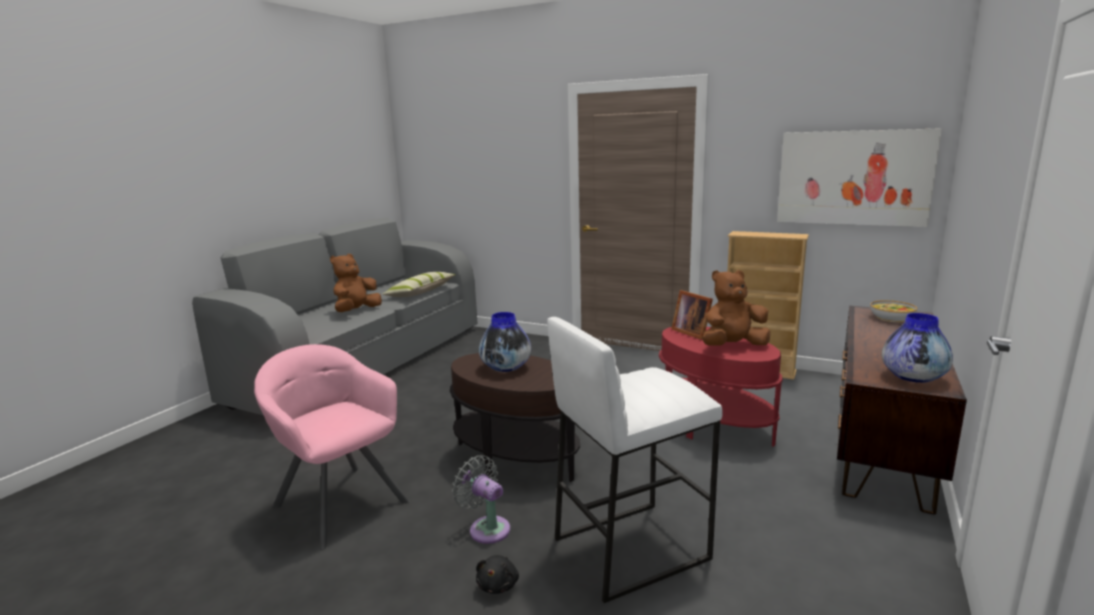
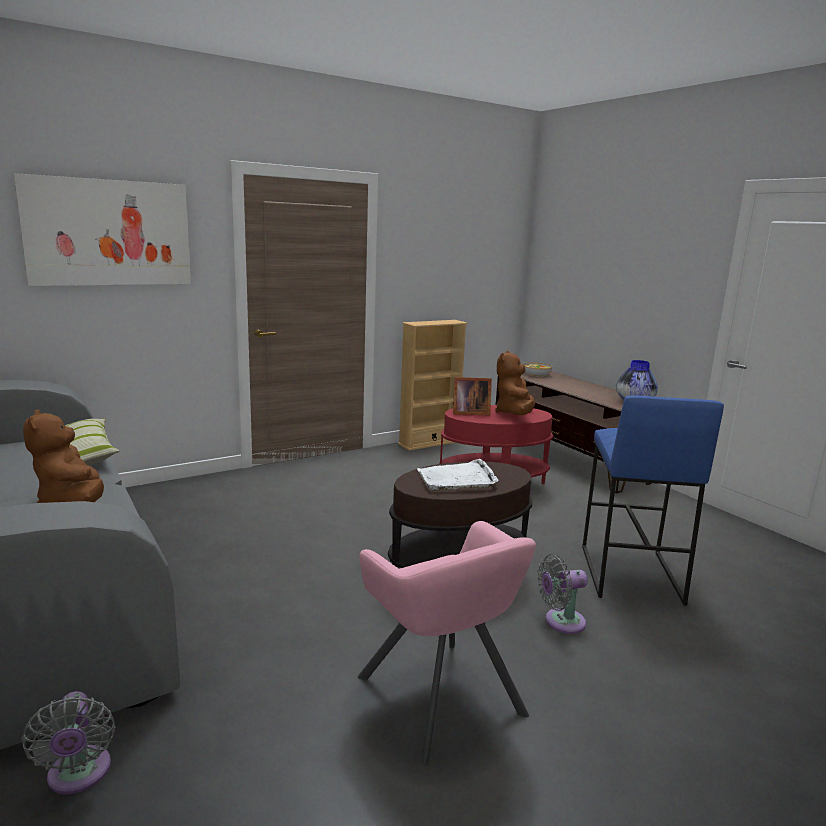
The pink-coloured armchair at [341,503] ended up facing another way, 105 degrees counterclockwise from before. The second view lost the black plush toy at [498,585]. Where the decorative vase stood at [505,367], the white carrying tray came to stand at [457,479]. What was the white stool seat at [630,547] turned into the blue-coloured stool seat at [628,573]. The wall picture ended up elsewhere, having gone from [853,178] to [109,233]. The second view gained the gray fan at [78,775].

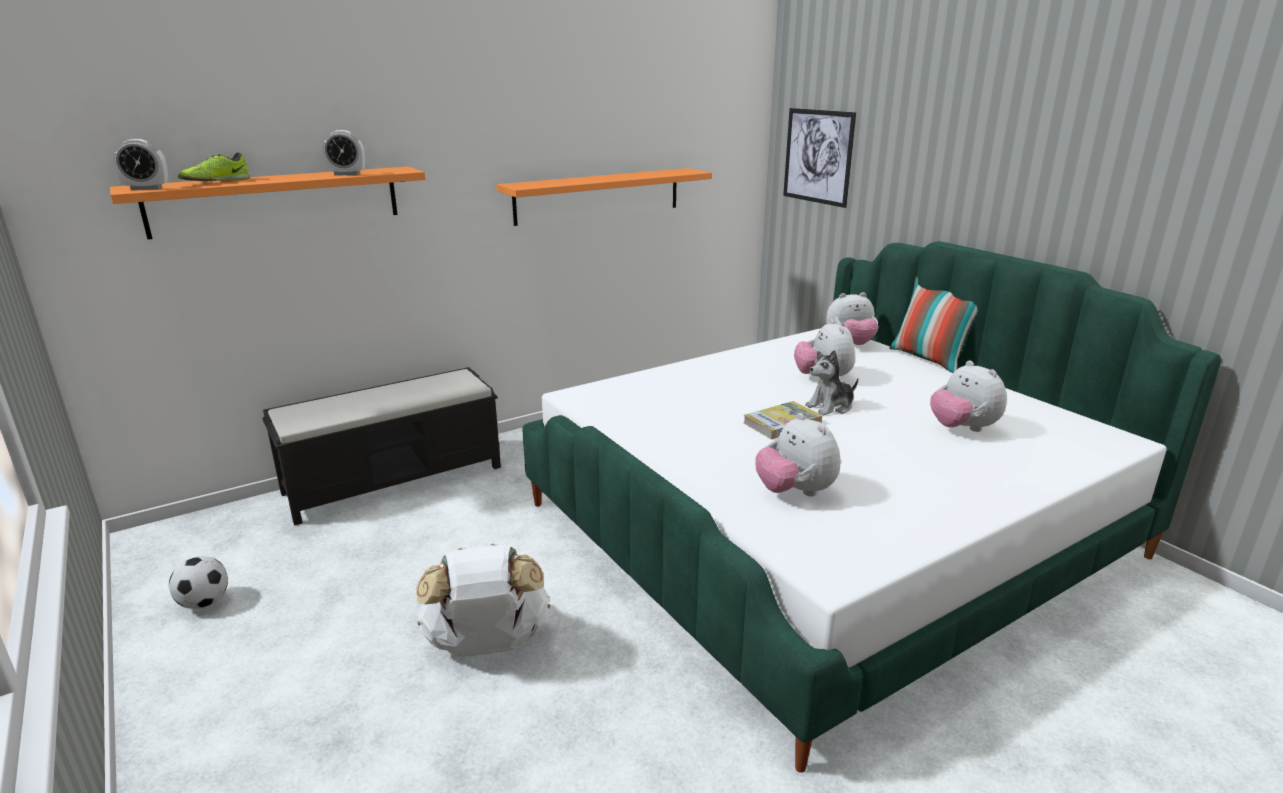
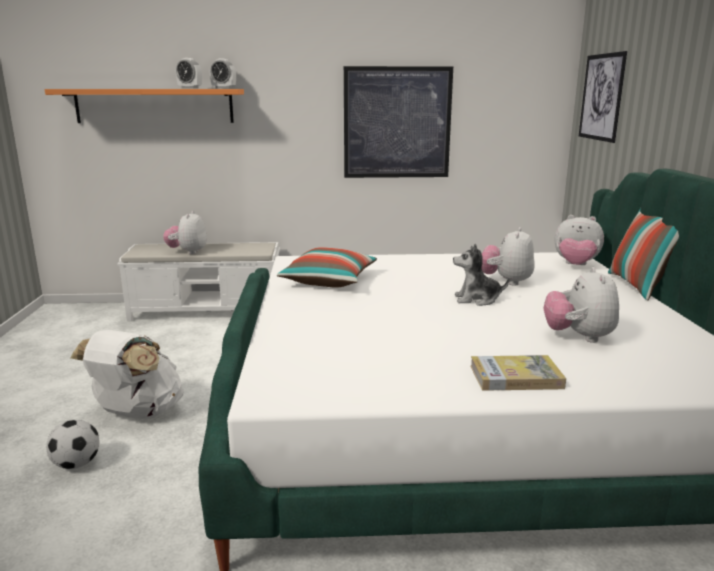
The bedside clock ended up elsewhere, having gone from [146,188] to [223,88]. The football ended up elsewhere, having gone from [204,603] to [76,464]. The second view lost the shoe at [216,182]. What was the black long seat at [395,479] turned into the white long seat at [208,310]. Where the orange-coloured wall shelf hung at [598,195], the wall picture came to hang at [397,123]. The book ended up elsewhere, having gone from [782,423] to [515,377]. The plush toy ended up elsewhere, having gone from [795,492] to [188,252]. The second view gained the throw pillow at [329,281].

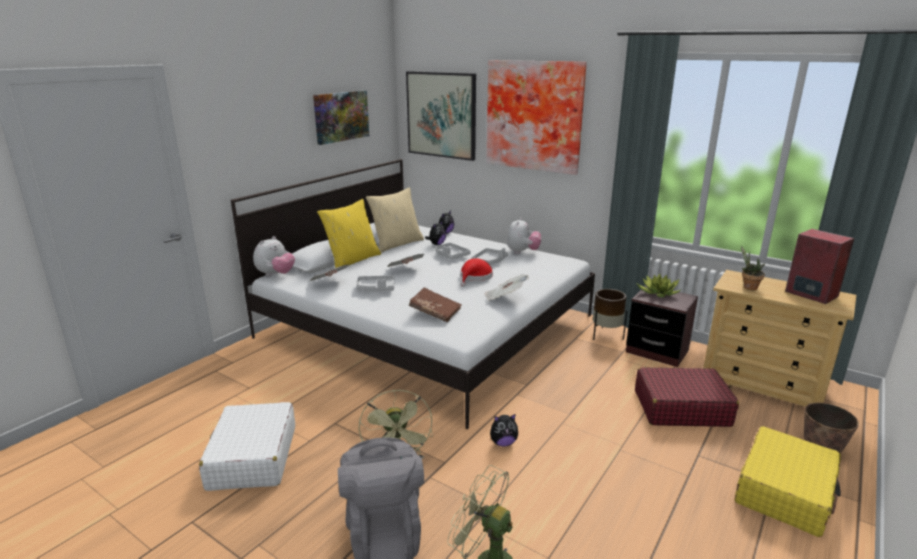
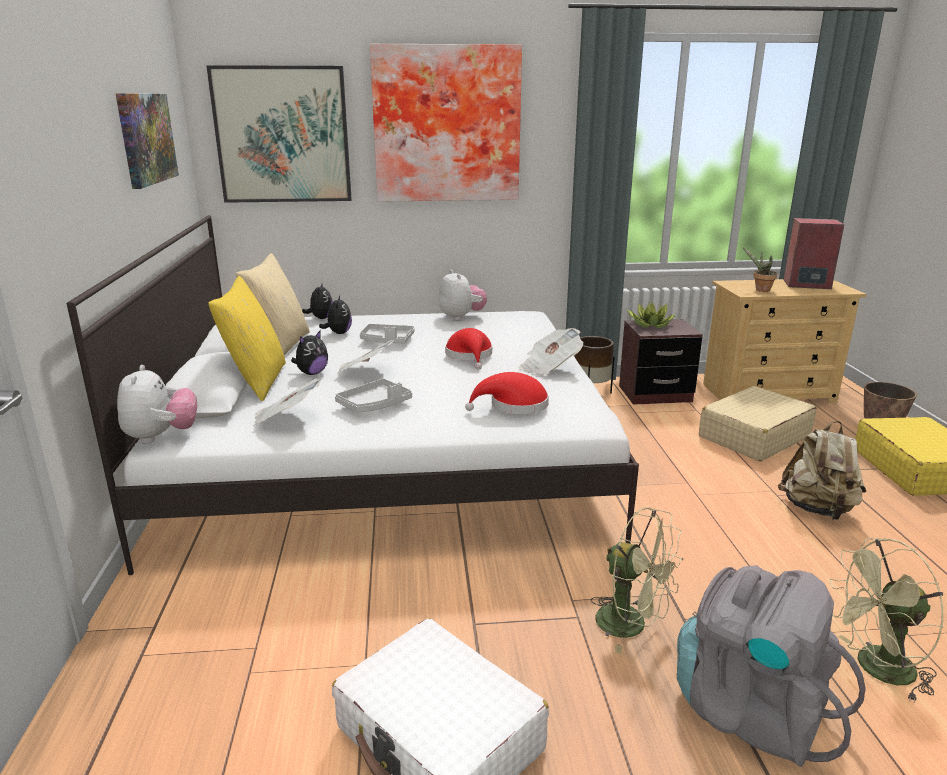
Where the brown-coloured book stood at [435,312], the red-coloured clothing hat came to stand at [514,405]. The second view lost the gray carrying tray at [489,261]. The plush toy ended up elsewhere, having gone from [503,443] to [312,373]. What was the red-coloured suitcase at [681,408] turned into the beige-coloured suitcase at [753,436]. The second view gained the beige-coloured rucksack at [817,509].

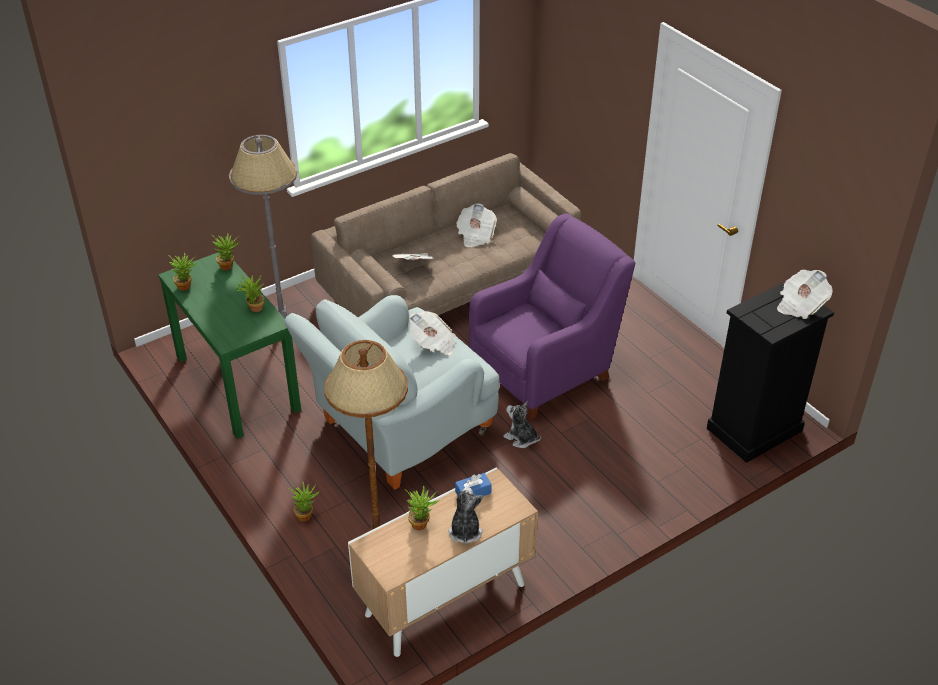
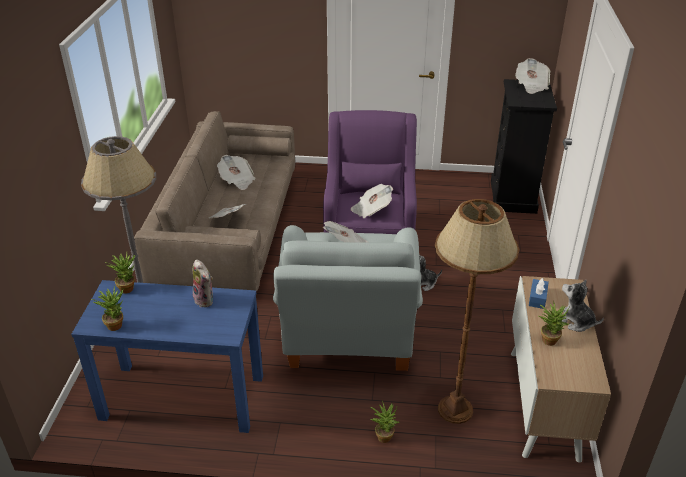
What was the greenish console table at [237,383] turned into the blue-coloured console table at [182,397]. Where the houseplant stood at [254,309], the plush toy came to stand at [205,300]. The second view gained the printed paper at [371,210].

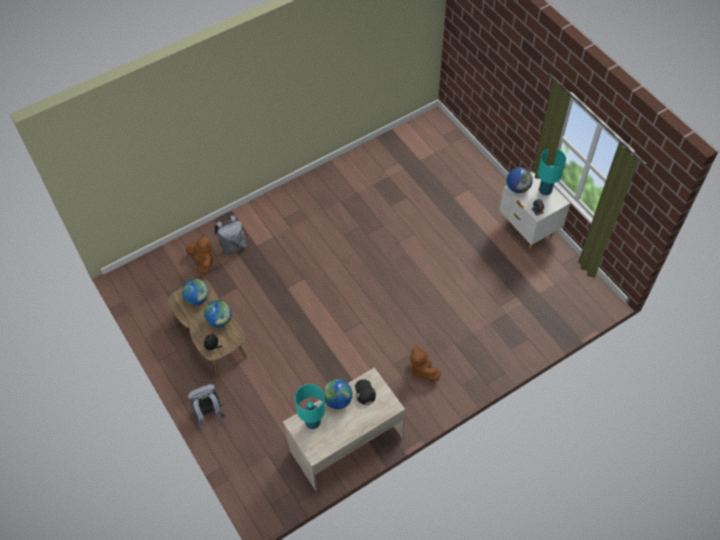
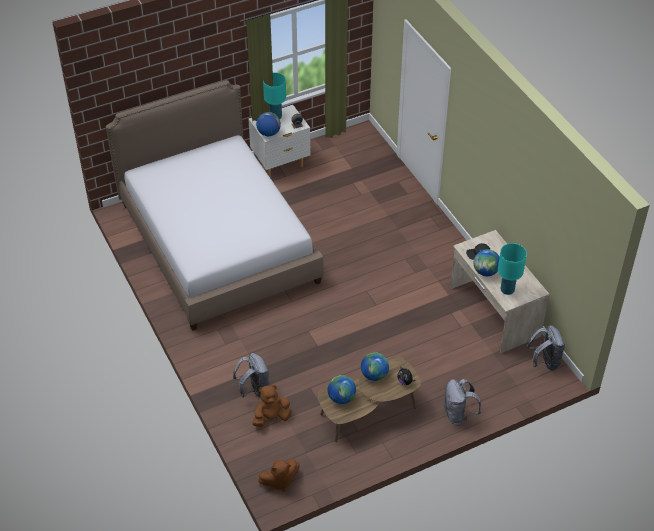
The brown-coloured plush toy ended up elsewhere, having gone from [422,369] to [279,481]. The second view gained the sleeping bed at [218,242]. The second view gained the gray rucksack at [544,362].

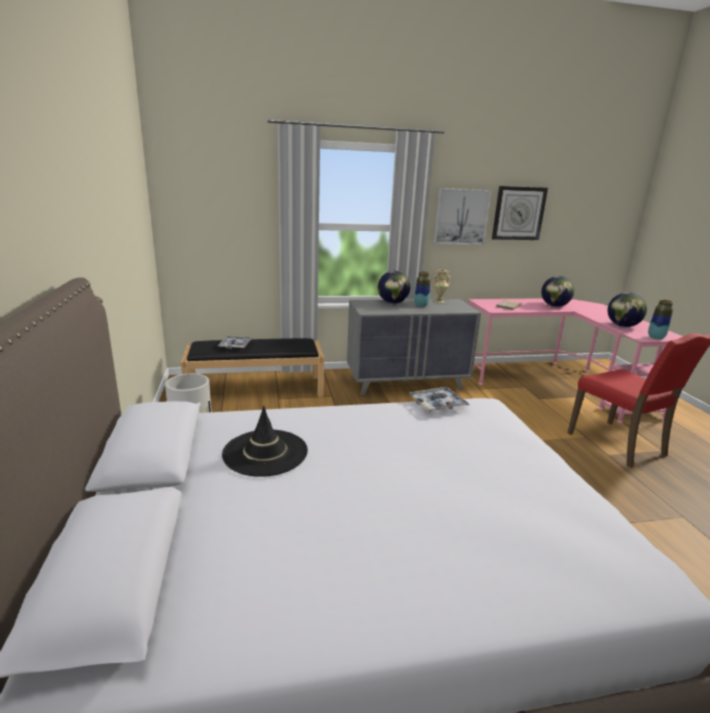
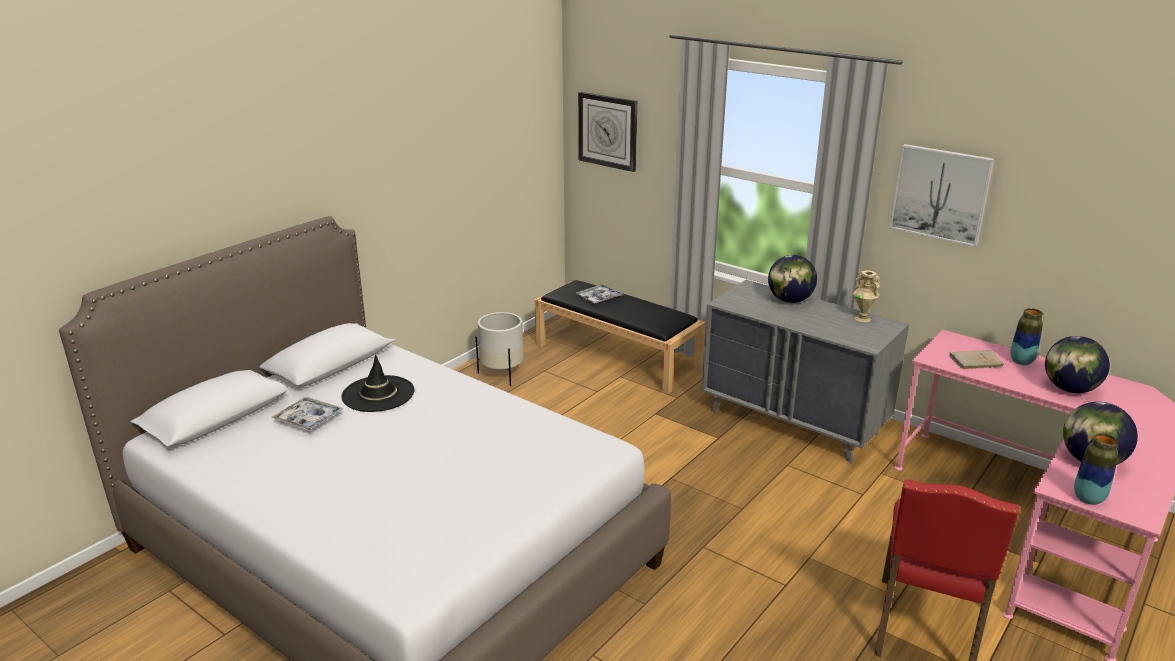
The carrying tray ended up elsewhere, having gone from [437,404] to [308,419]. The decorative vase ended up elsewhere, having gone from [421,306] to [1021,361]. The clock on the wall ended up elsewhere, having gone from [518,213] to [608,131].

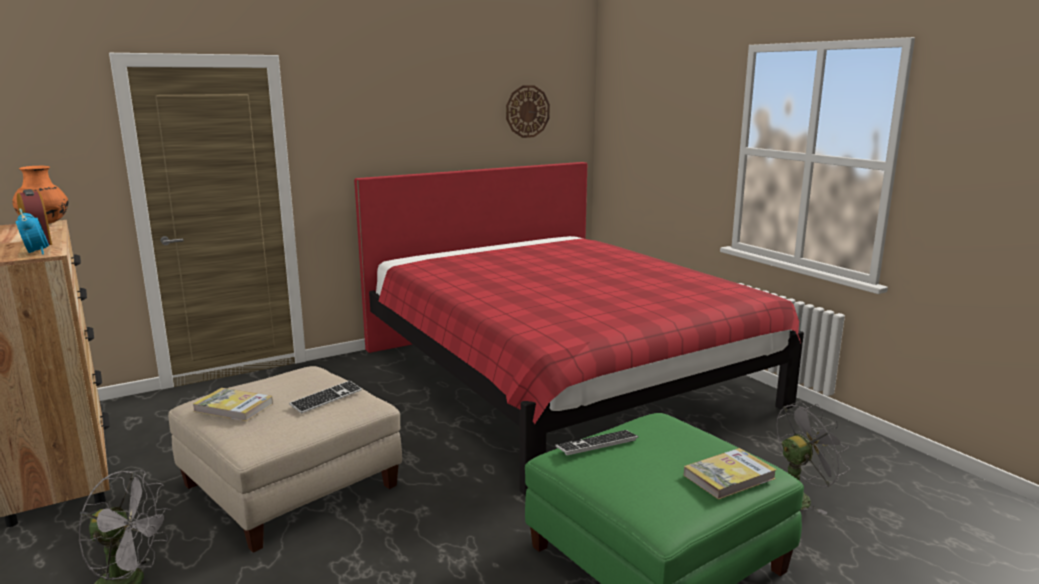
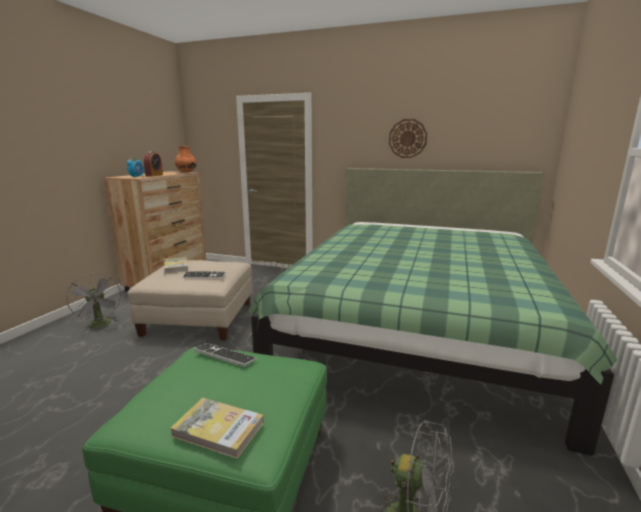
What was the red-coloured sleeping bed at [560,377] turned into the greenish sleeping bed at [417,329]. The clock on the wall ended up elsewhere, having gone from [527,111] to [407,138].

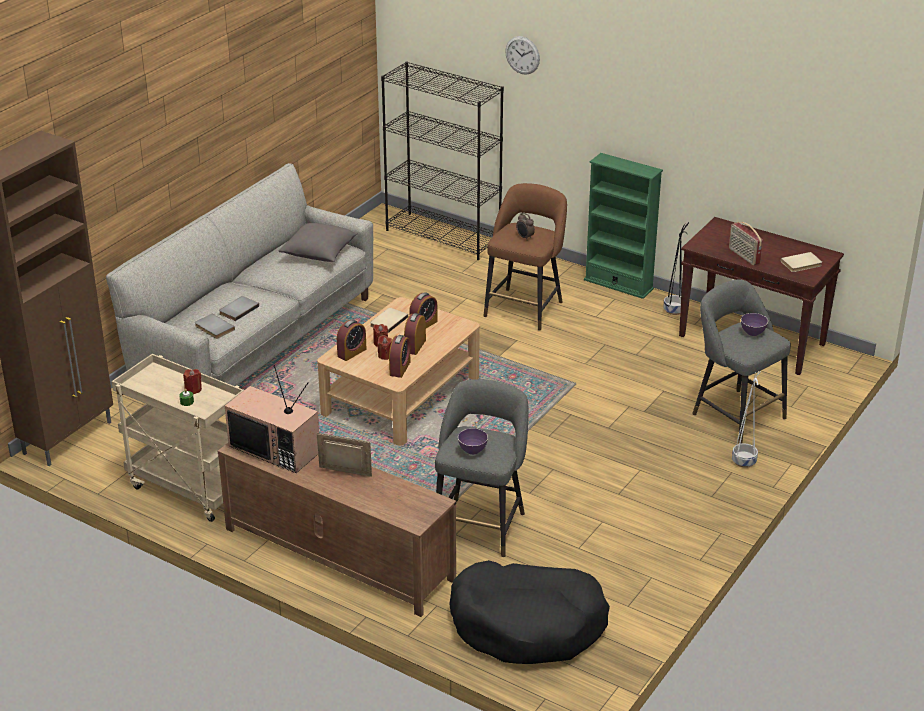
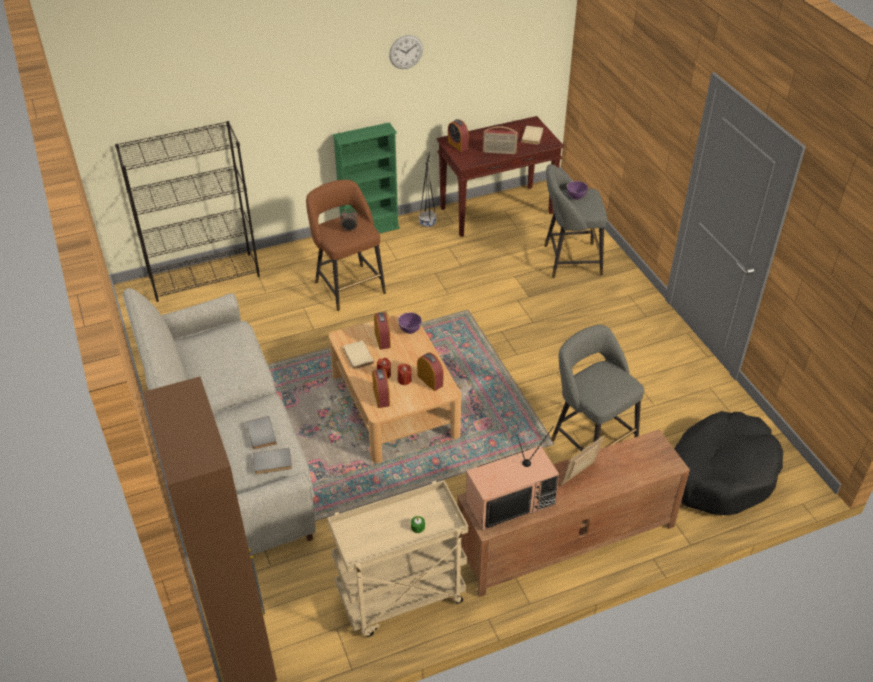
The second view lost the red-coloured wax candle at [193,389]. The second view lost the gray throw pillow at [319,254]. The bedside clock ended up elsewhere, having gone from [415,346] to [458,145]. The purple deep dish ended up elsewhere, having gone from [472,450] to [410,330]. The clock on the wall ended up elsewhere, having gone from [522,55] to [406,52]. The second view lost the white planter at [744,461].

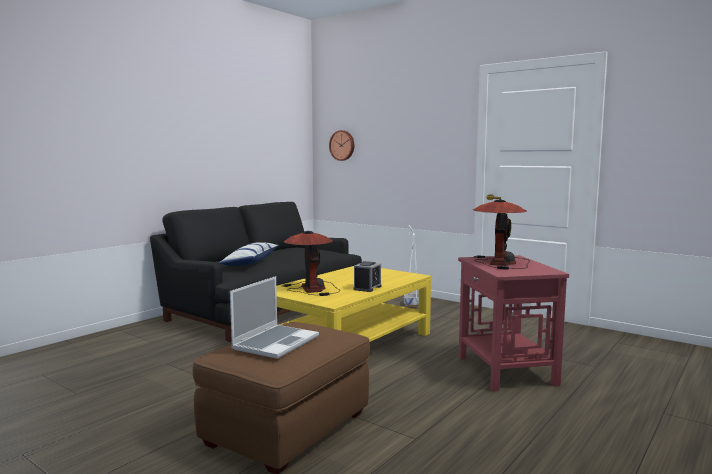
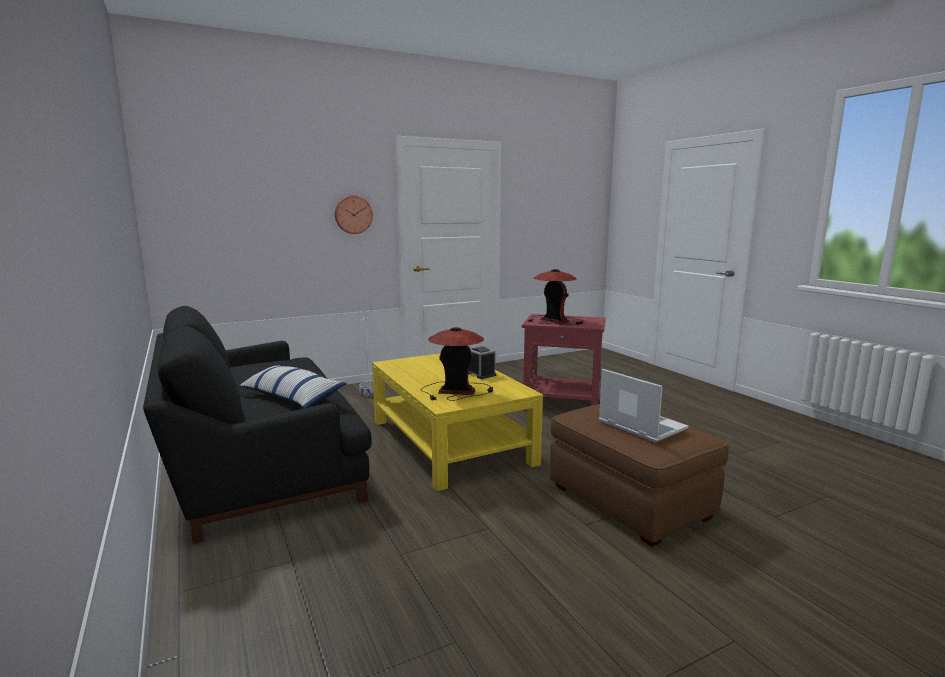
The clock on the wall ended up elsewhere, having gone from [342,145] to [353,214].

